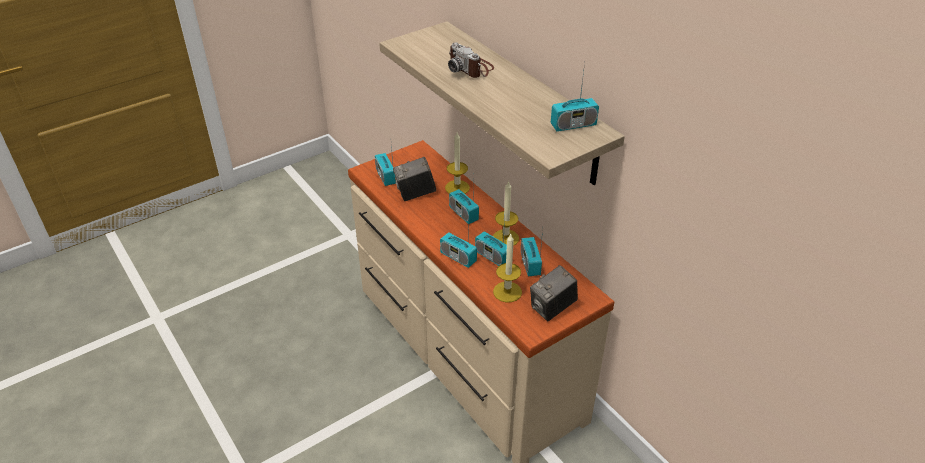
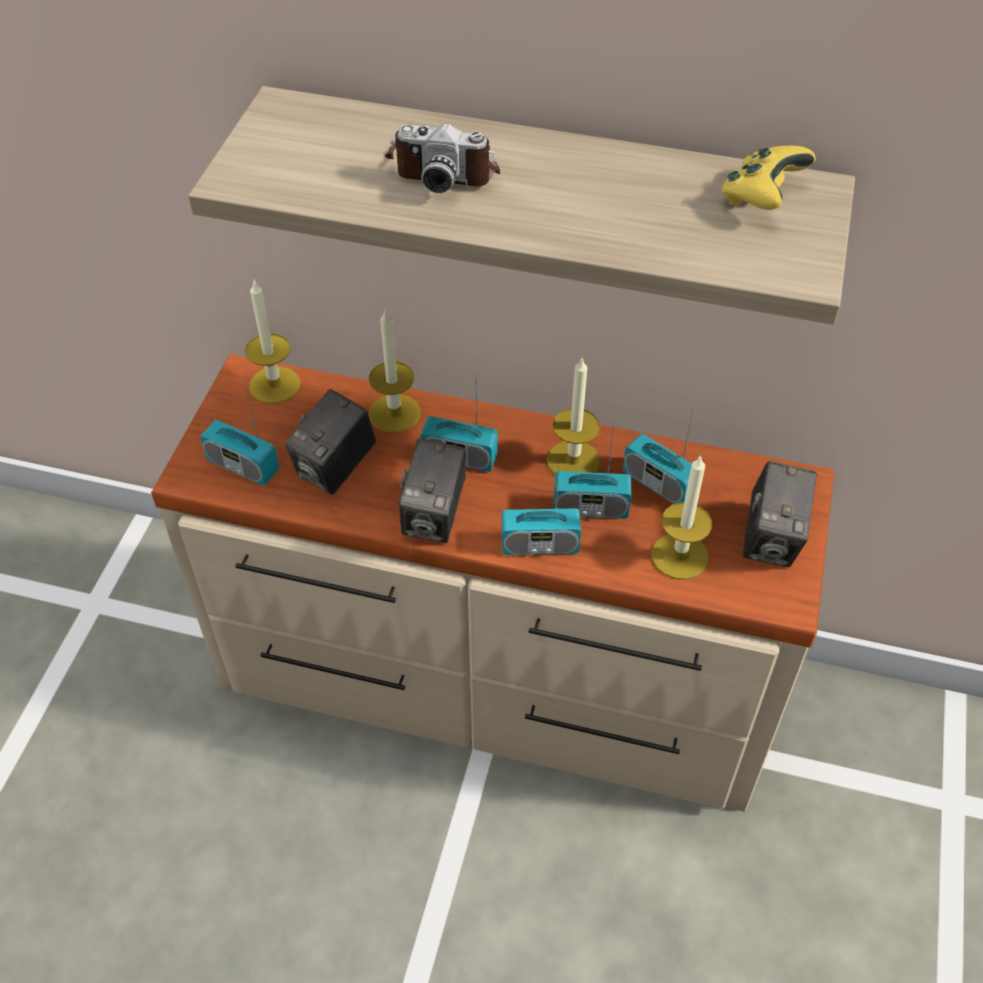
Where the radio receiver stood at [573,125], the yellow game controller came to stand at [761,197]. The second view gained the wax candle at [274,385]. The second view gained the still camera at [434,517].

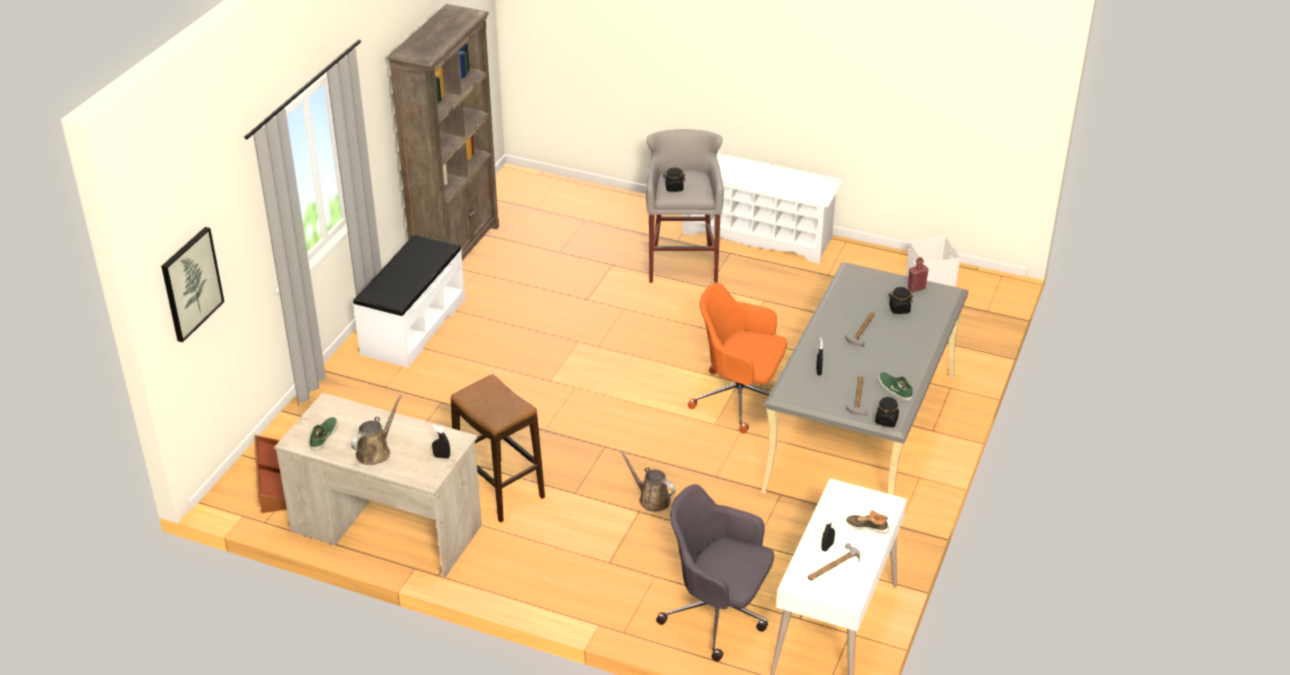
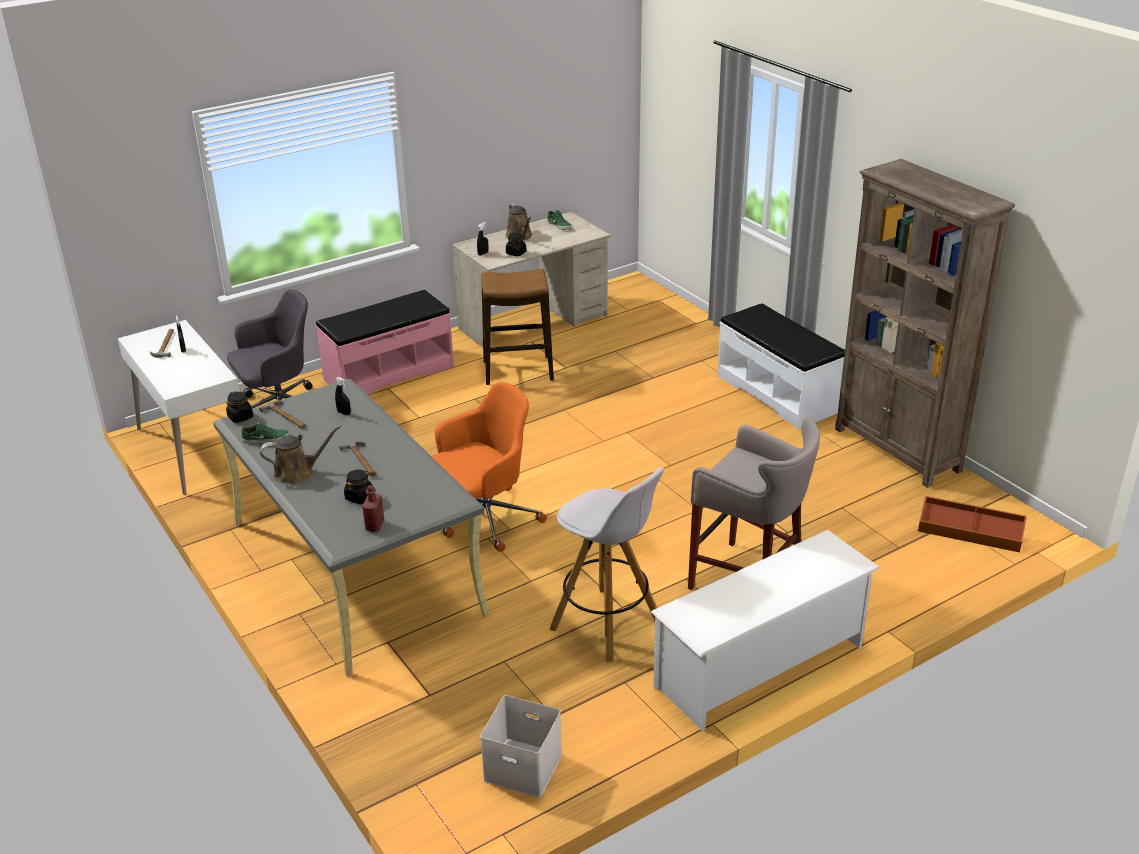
The second view lost the wall picture at [191,283]. The brown-coloured storage bin ended up elsewhere, having gone from [271,480] to [970,533]. The brown-coloured sprinkling can ended up elsewhere, having gone from [651,499] to [297,472]. The black preserve jar ended up elsewhere, having gone from [674,188] to [516,253]. The second view lost the shoe at [867,526]. The second view gained the pink-coloured long seat at [388,372]. The second view gained the white stool seat at [607,625].

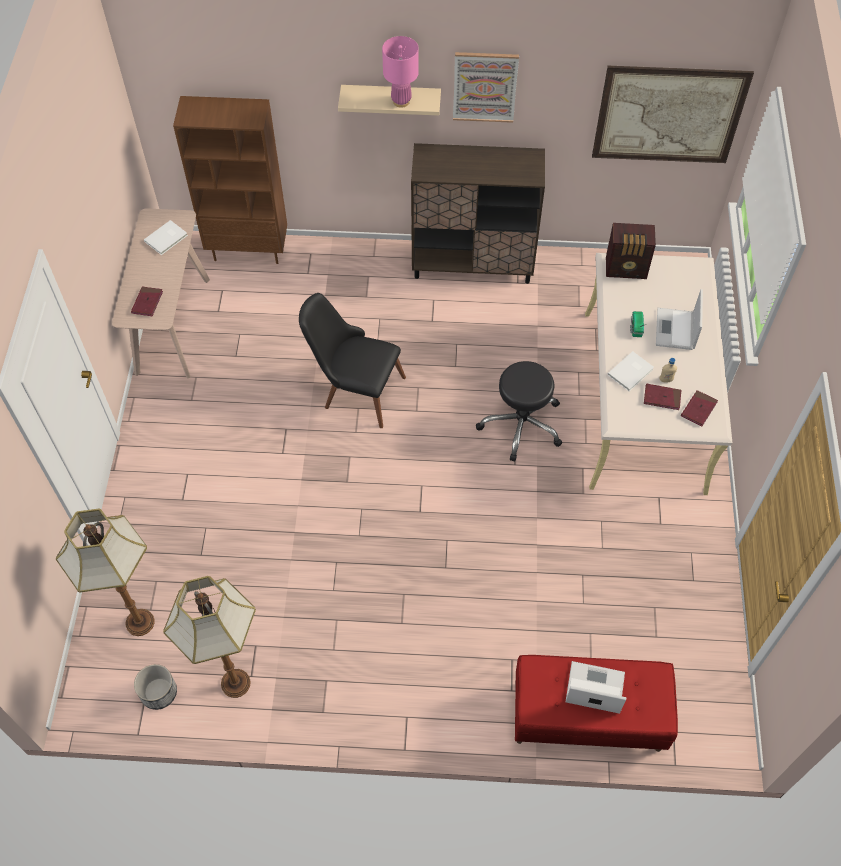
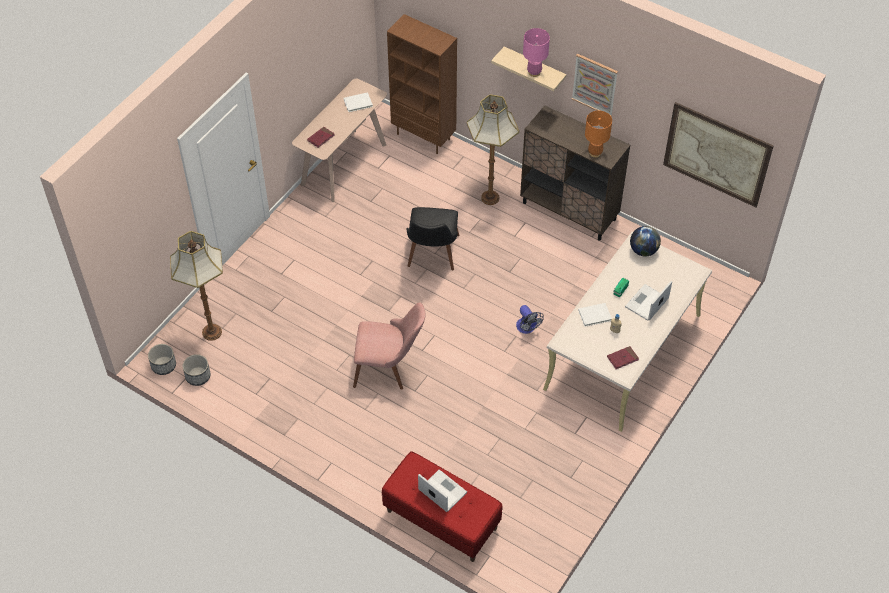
The standing lamp ended up elsewhere, having gone from [234,684] to [489,198]. The black chair at [354,390] ended up facing another way, 135 degrees counterclockwise from before. Where the black stool seat stood at [521,424], the fan came to stand at [527,328]. Where the radio receiver stood at [627,269], the world globe came to stand at [643,250]. The second view lost the red-coloured book at [662,398]. The second view gained the planter at [163,365]. The second view gained the pink-coloured chair at [389,367]. The second view gained the orange-coloured tabletop lamp at [595,153].

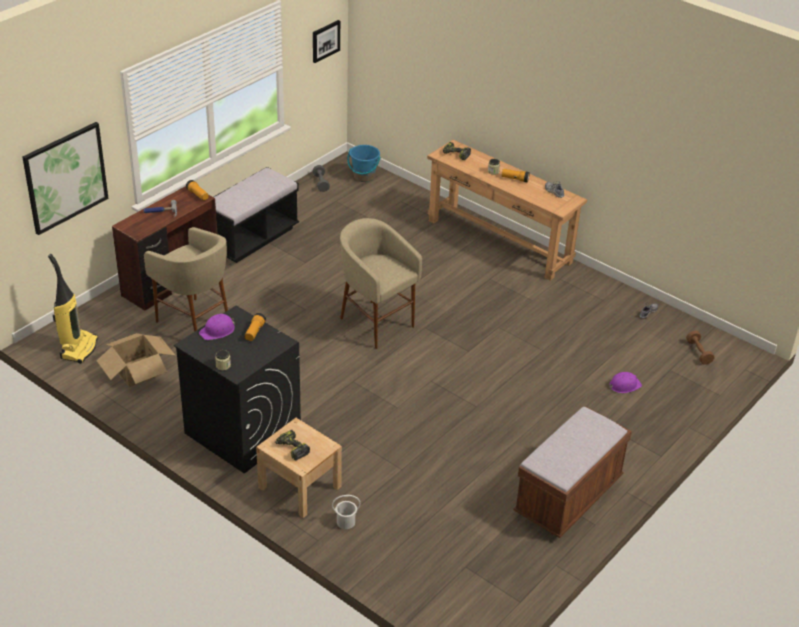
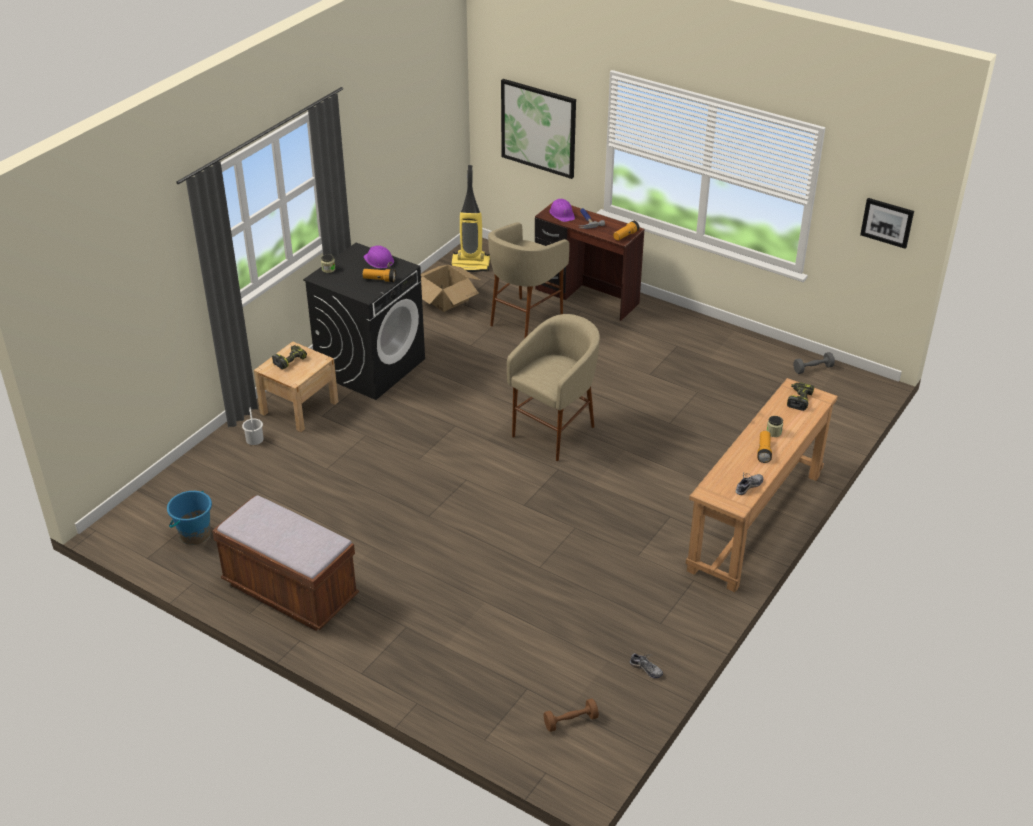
The second view lost the black long seat at [251,238]. The blue-coloured pail ended up elsewhere, having gone from [364,177] to [195,534]. The purple safety helmet ended up elsewhere, having gone from [624,385] to [562,214].

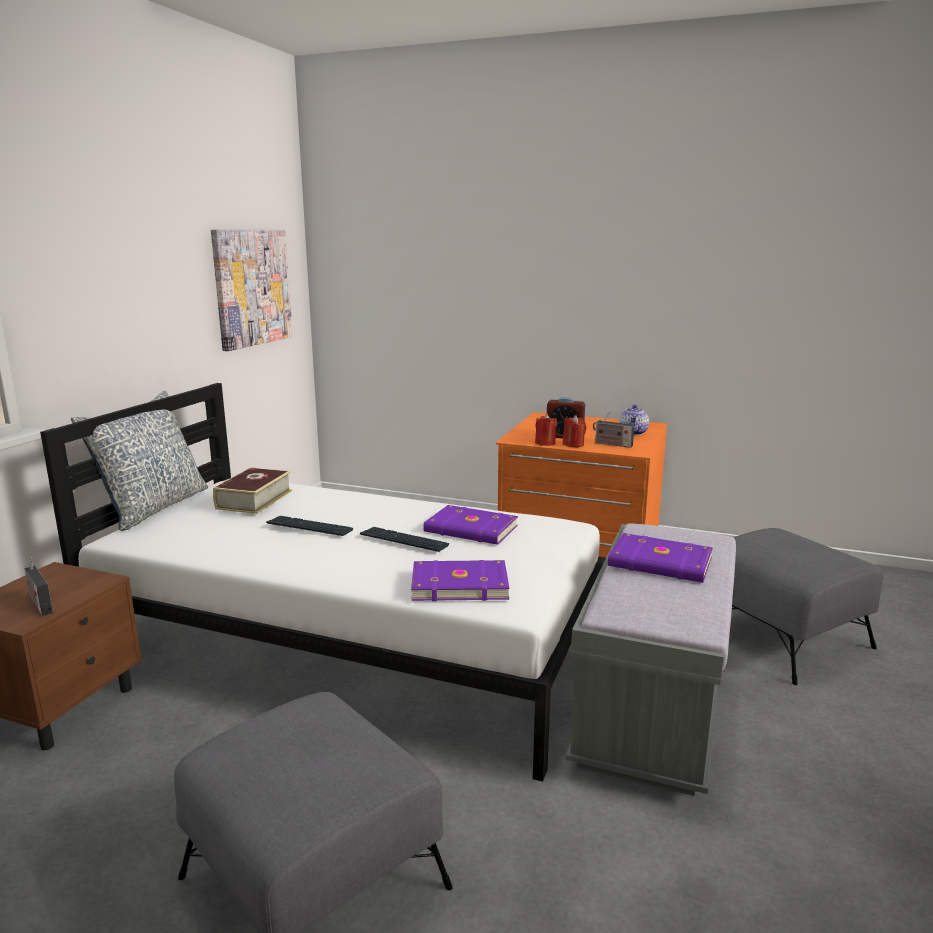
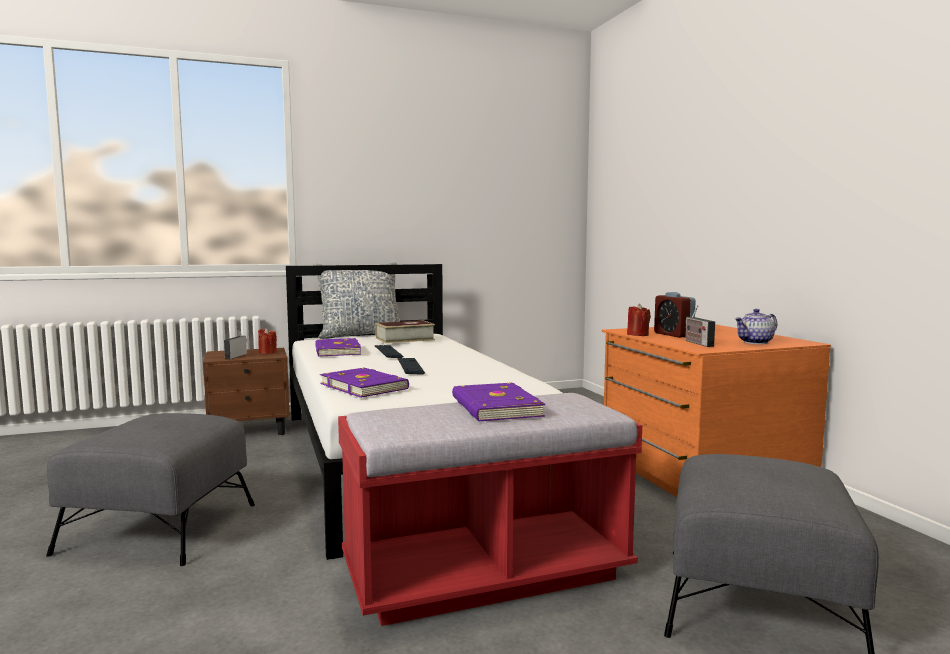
The second view lost the wall picture at [252,287]. The purple book ended up elsewhere, having gone from [471,529] to [336,351]. The red-coloured wax candle ended up elsewhere, having gone from [573,444] to [267,352]. What was the gray long seat at [651,710] turned into the red-coloured long seat at [485,573].

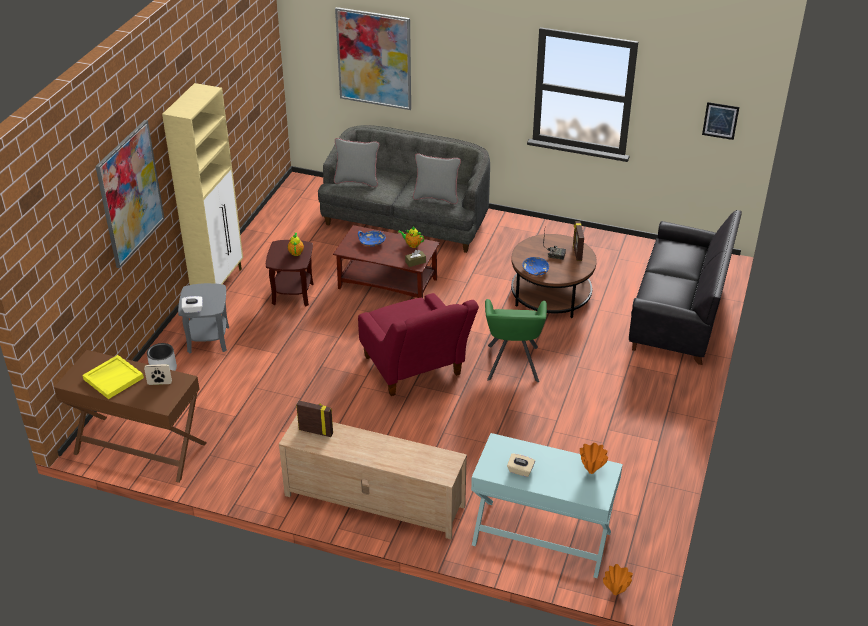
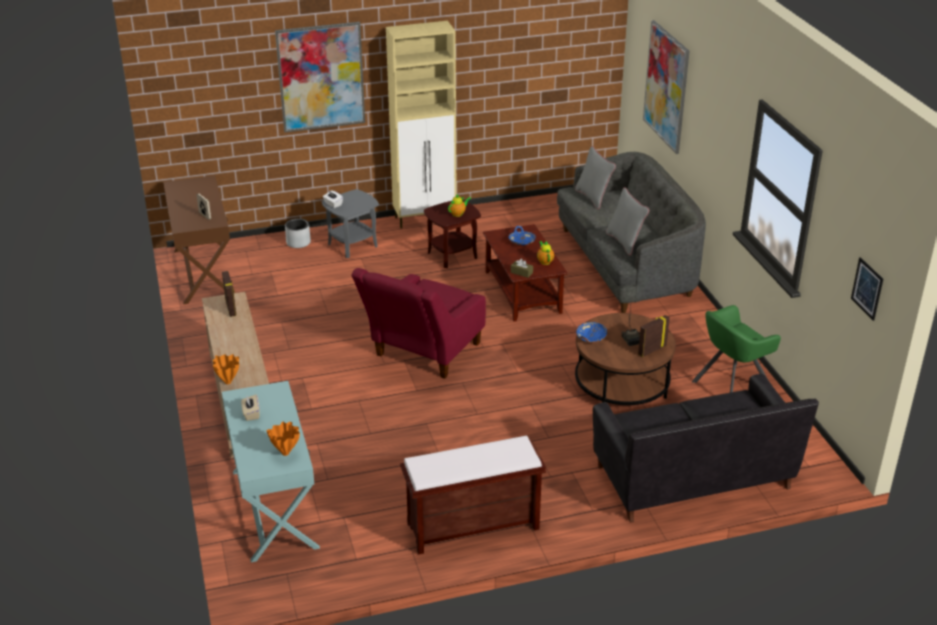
The second view lost the yellow carrying tray at [113,378]. The greenish armchair ended up elsewhere, having gone from [512,363] to [731,386]. The orange-coloured decorative vase ended up elsewhere, having gone from [616,592] to [228,382]. The second view gained the brown-coloured long seat at [472,527].

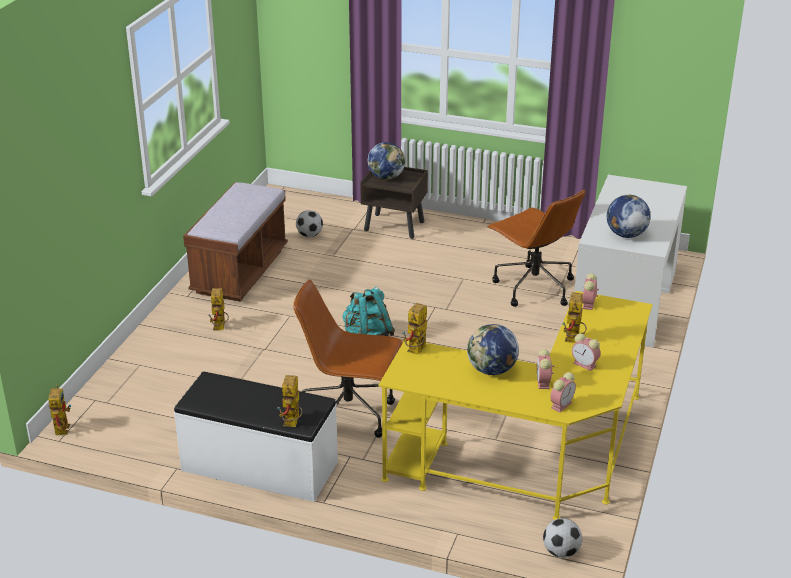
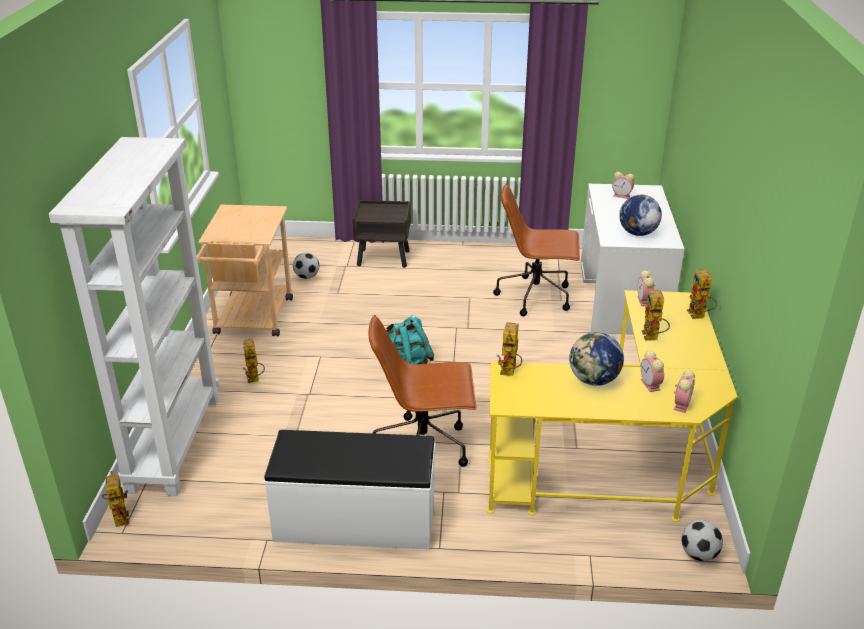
Where the brown-coloured long seat stood at [240,271], the beige-coloured wheeled cart came to stand at [252,320]. The toy robot ended up elsewhere, having gone from [292,424] to [699,316]. The second view lost the world globe at [386,177]. The brown-coloured computer chair at [533,287] ended up facing another way, 150 degrees clockwise from before. The bedside clock ended up elsewhere, having gone from [585,365] to [622,196]. The second view gained the white bookshelf at [174,442].

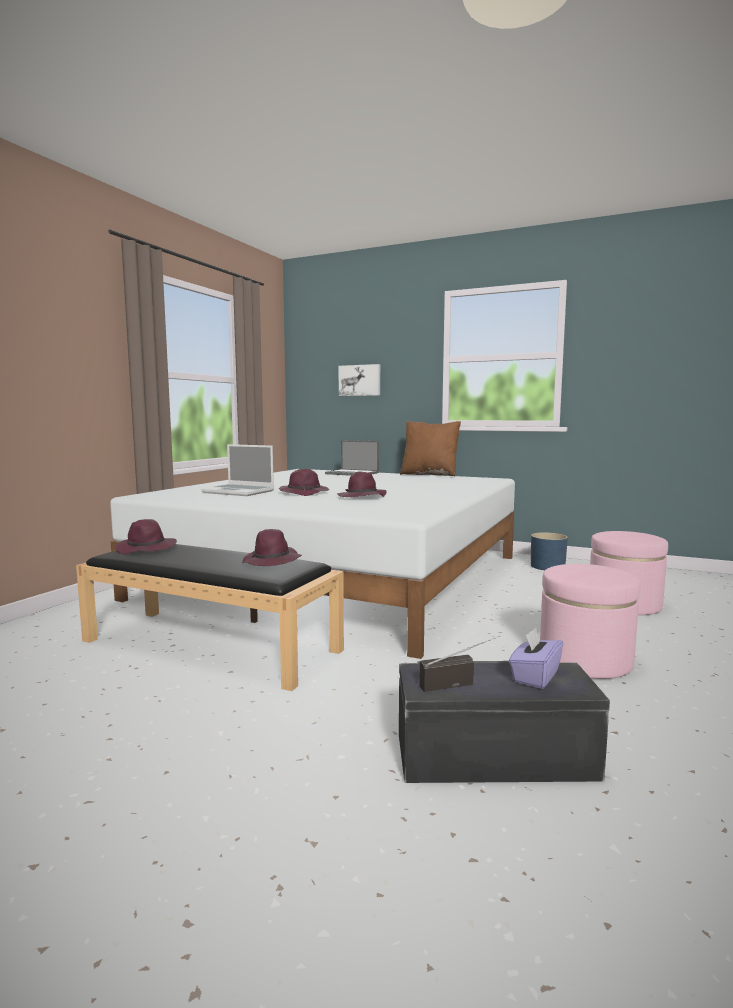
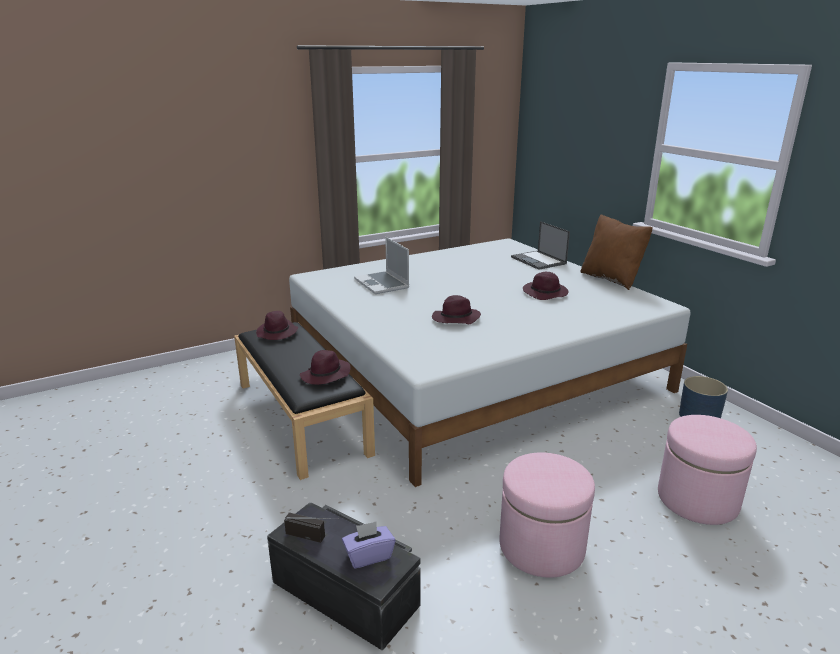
The purple clothing hat ended up elsewhere, having gone from [305,492] to [545,293]. The second view lost the wall picture at [360,380].

